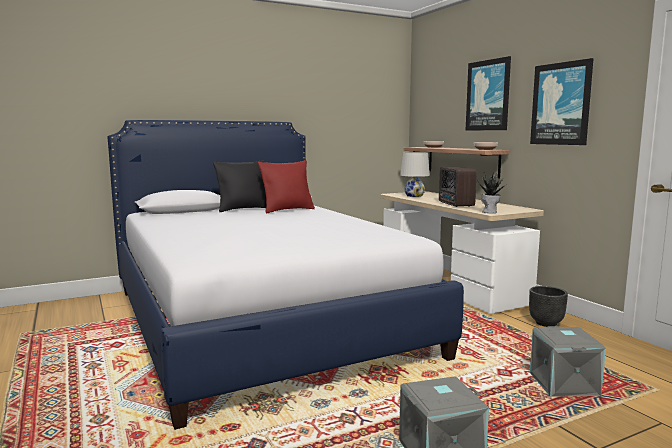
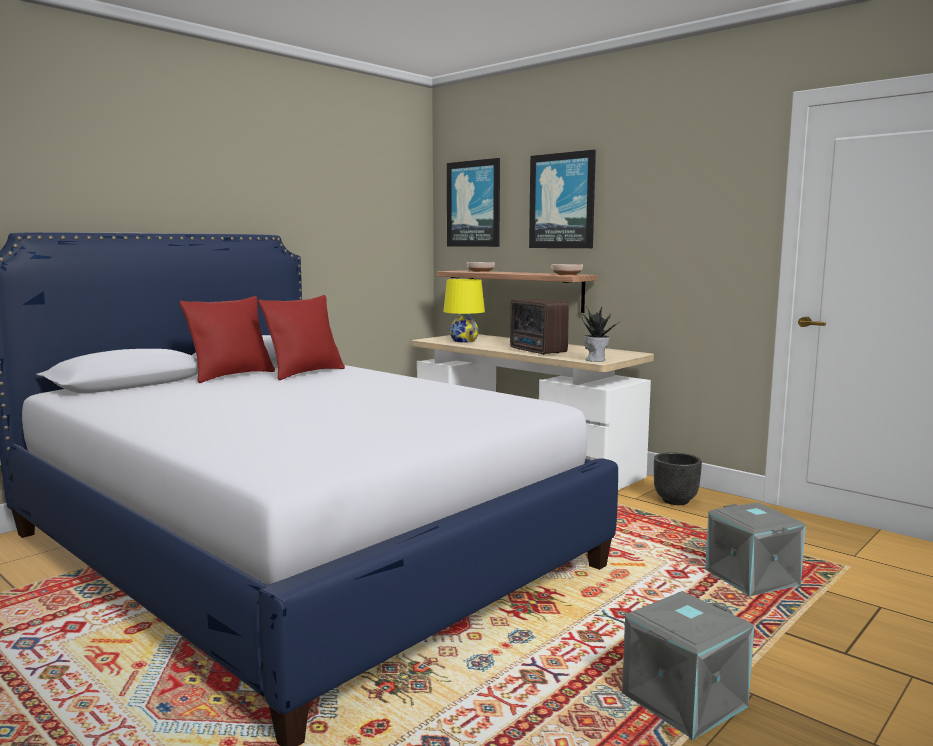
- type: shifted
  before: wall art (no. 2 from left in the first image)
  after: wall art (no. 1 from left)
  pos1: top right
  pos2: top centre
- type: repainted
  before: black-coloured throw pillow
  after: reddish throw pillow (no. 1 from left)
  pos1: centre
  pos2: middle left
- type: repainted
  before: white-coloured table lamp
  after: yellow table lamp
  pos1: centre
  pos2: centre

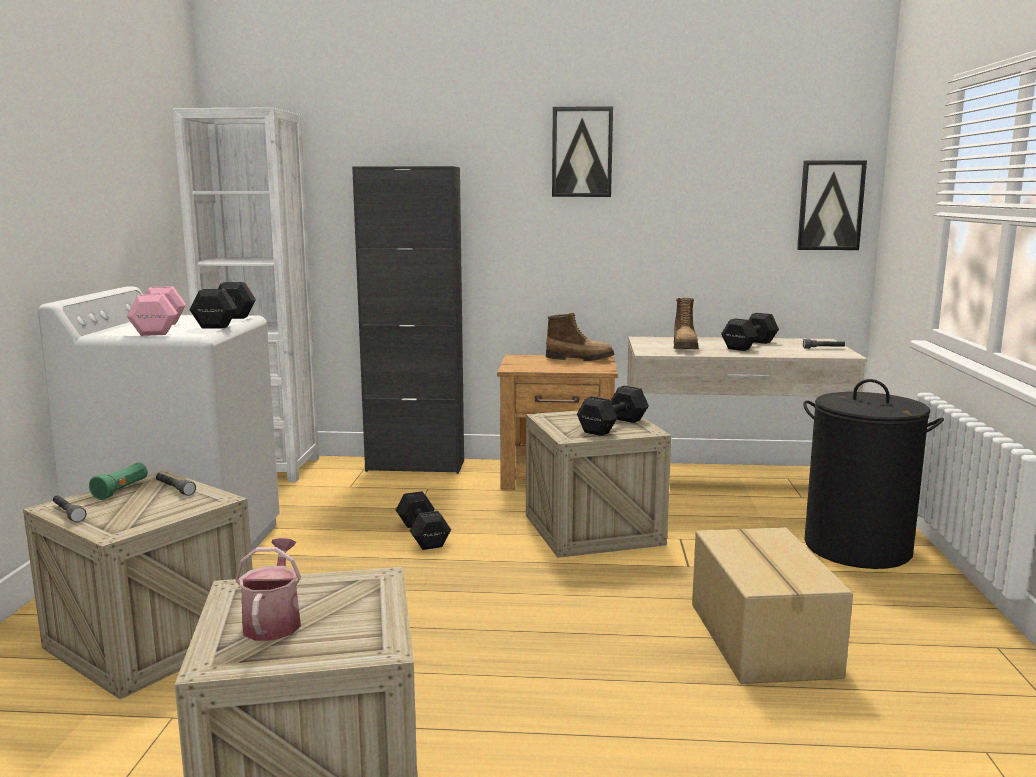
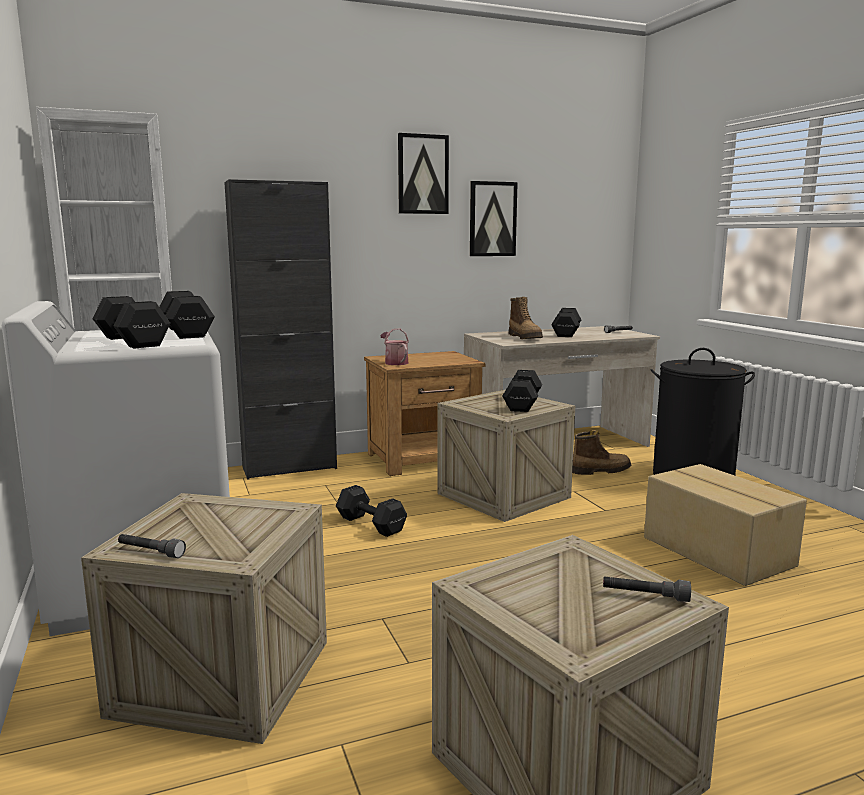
- type: gone
  before: green-coloured torch
  pos1: middle left
- type: shifted
  before: gray torch (no. 2 from left in the first image)
  after: gray torch (no. 3 from left)
  pos1: middle left
  pos2: bottom right
- type: shifted
  before: watering can
  pos1: bottom left
  pos2: centre
- type: shifted
  before: high-top boot (no. 1 from left in the first image)
  after: high-top boot (no. 2 from left)
  pos1: centre
  pos2: middle right
- type: shifted
  before: wall art (no. 2 from left)
  pos1: top right
  pos2: top centre
- type: repainted
  before: pinkish dumbbell
  after: black-coloured dumbbell (no. 1 from left)
  pos1: middle left
  pos2: middle left

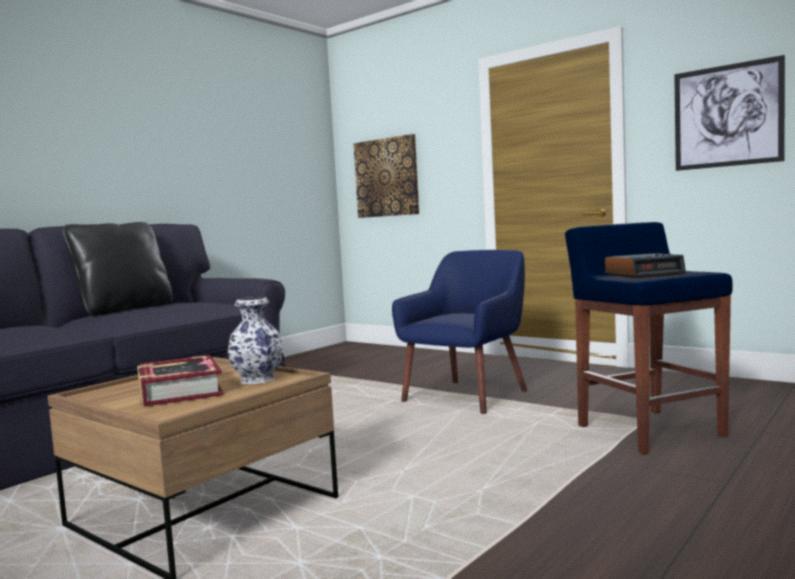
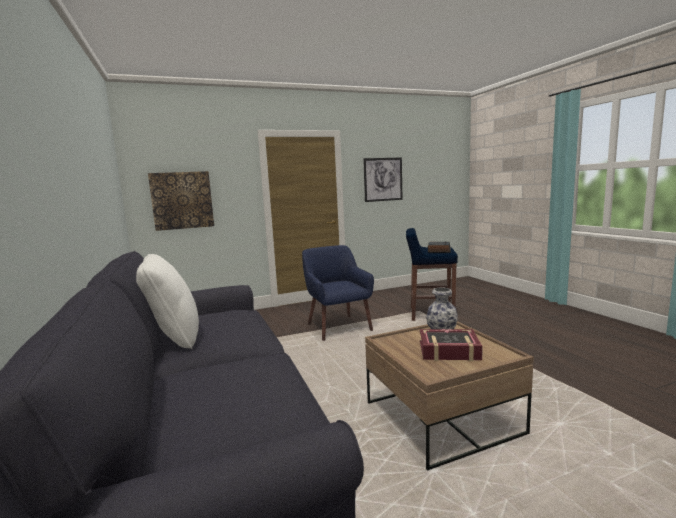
- type: repainted
  before: black-coloured throw pillow
  after: white-coloured throw pillow
  pos1: middle left
  pos2: middle left

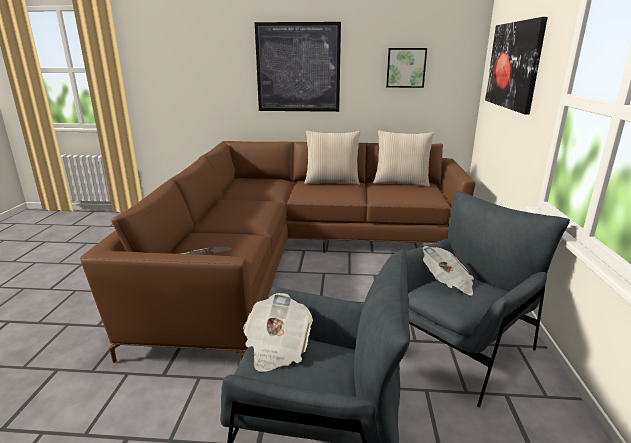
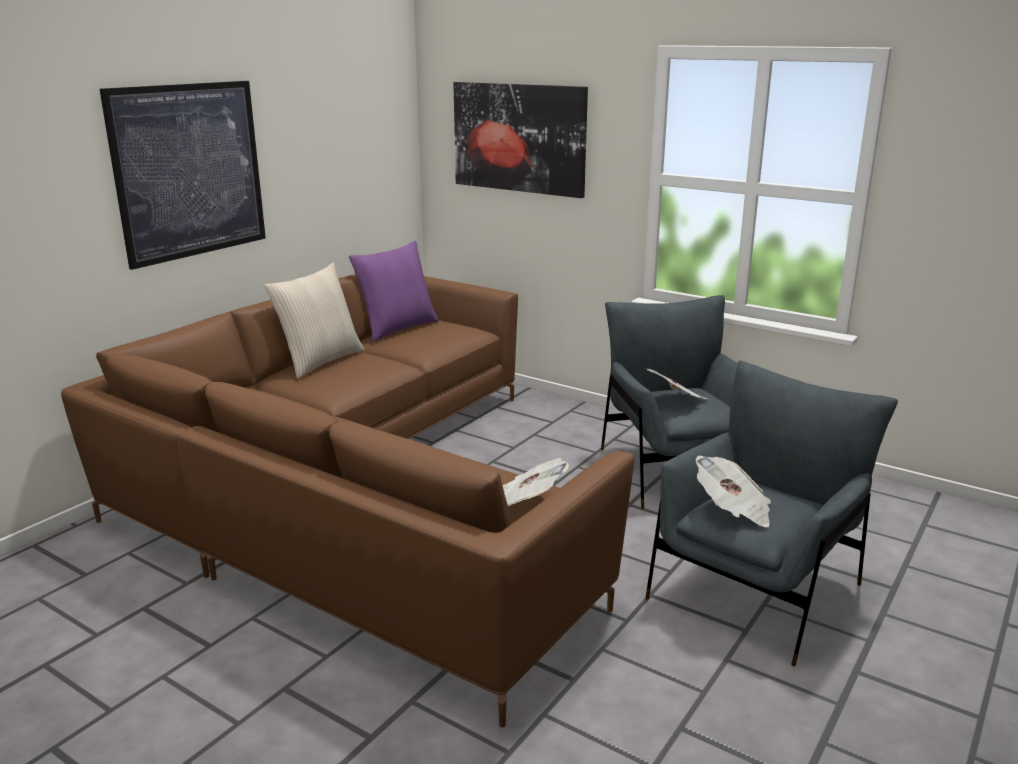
- type: gone
  before: wall art (no. 2 from left)
  pos1: top centre
- type: repainted
  before: beige-coloured throw pillow (no. 2 from left)
  after: purplish throw pillow
  pos1: centre
  pos2: centre

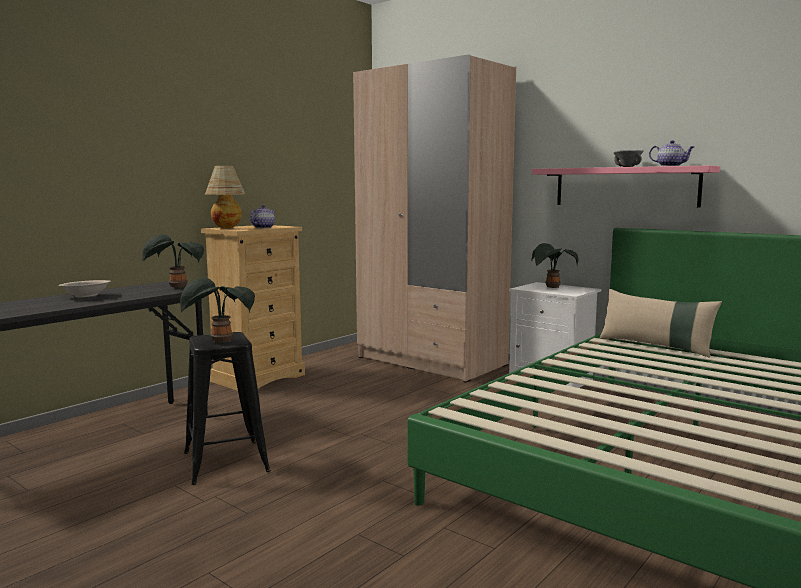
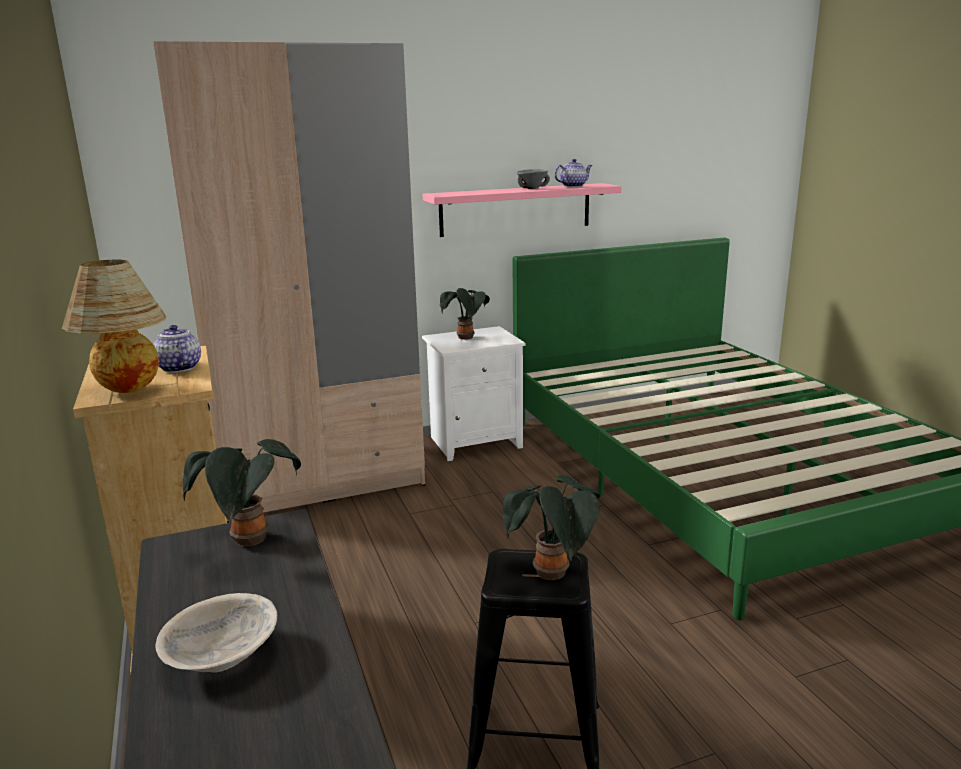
- type: gone
  before: beige-coloured throw pillow
  pos1: middle right

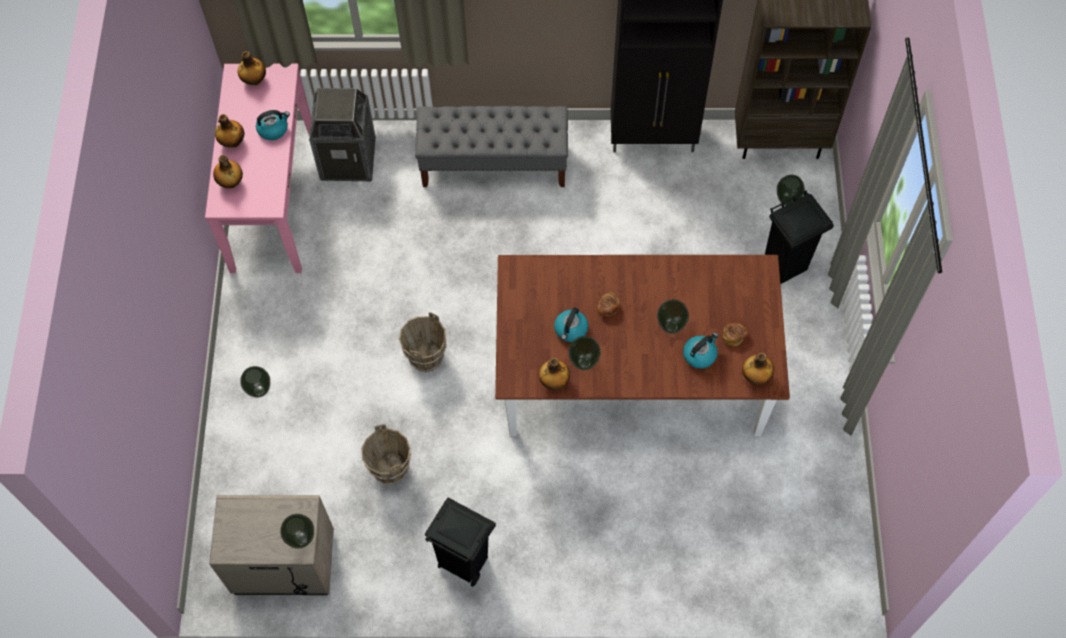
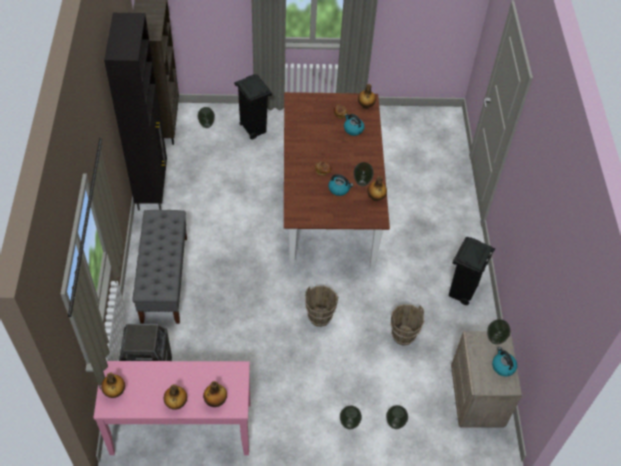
- type: shifted
  before: tea kettle (no. 1 from left in the first image)
  after: tea kettle (no. 3 from left)
  pos1: top left
  pos2: bottom right
- type: shifted
  before: vase (no. 4 from left)
  pos1: centre
  pos2: bottom centre

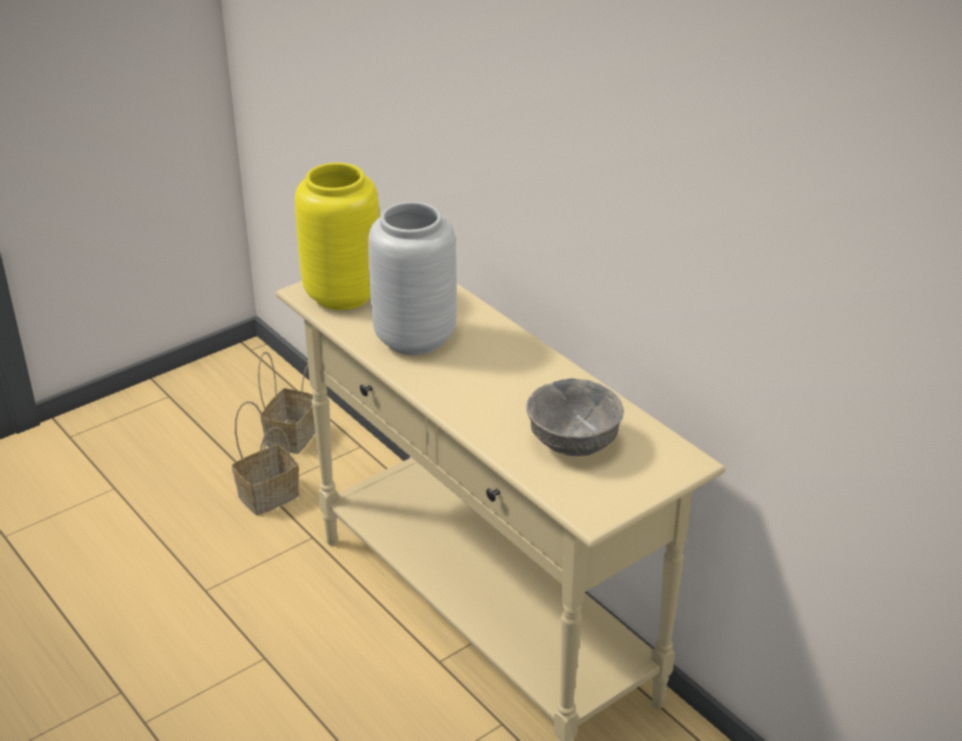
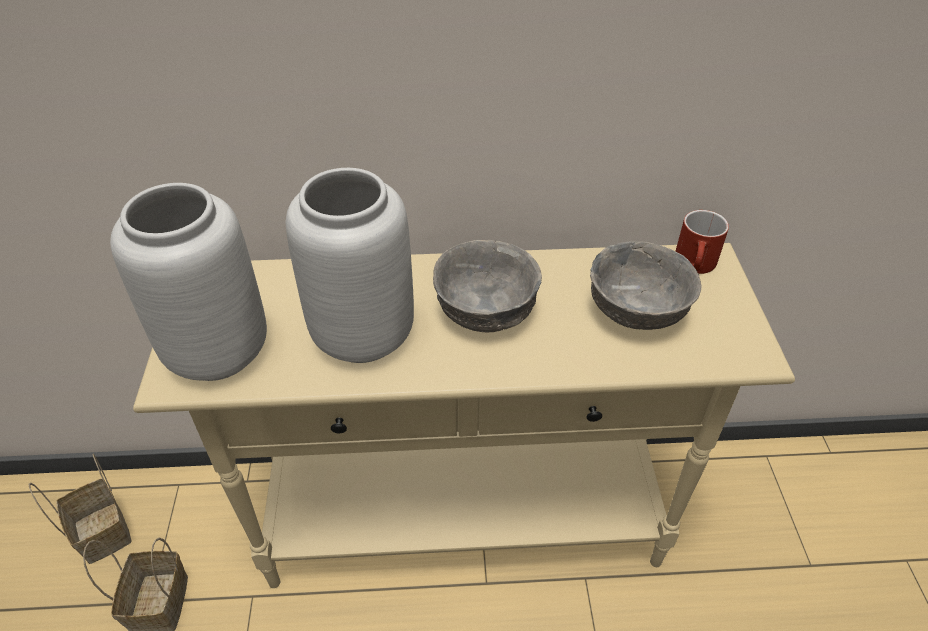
- type: new
  after: gray bowl (no. 1 from left)
  pos2: centre
- type: new
  after: reddish tea mug
  pos2: middle right
- type: repainted
  before: yellow vase
  after: gray vase (no. 1 from left)
  pos1: top centre
  pos2: middle left

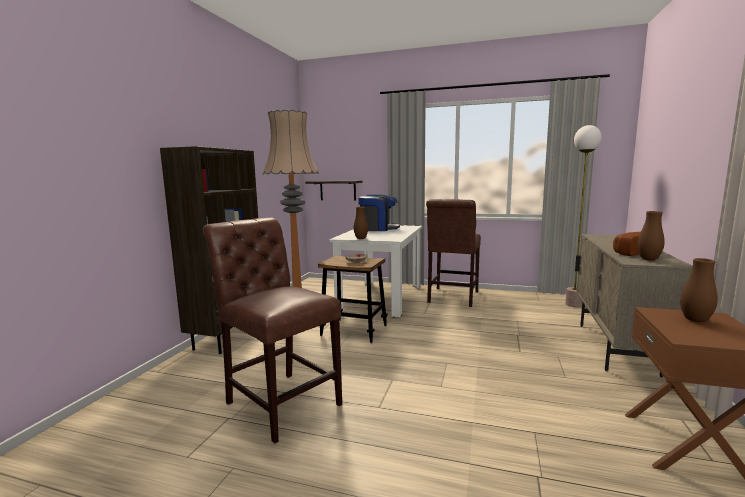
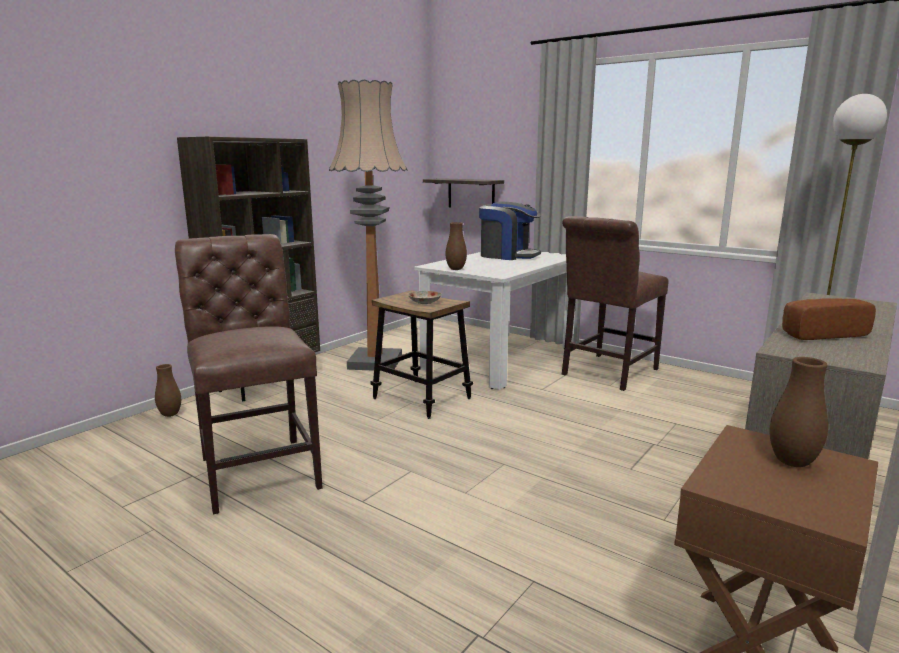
- type: shifted
  before: brownish vase (no. 2 from left in the first image)
  after: brownish vase (no. 1 from left)
  pos1: middle right
  pos2: middle left

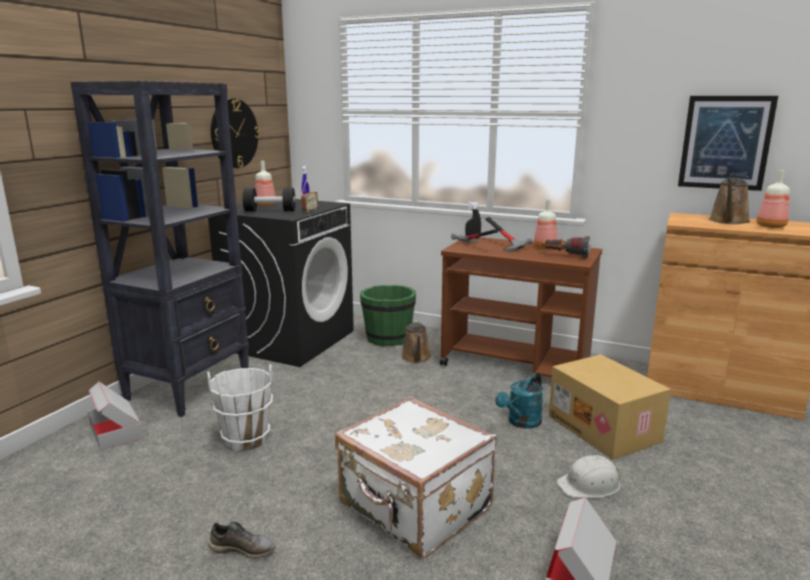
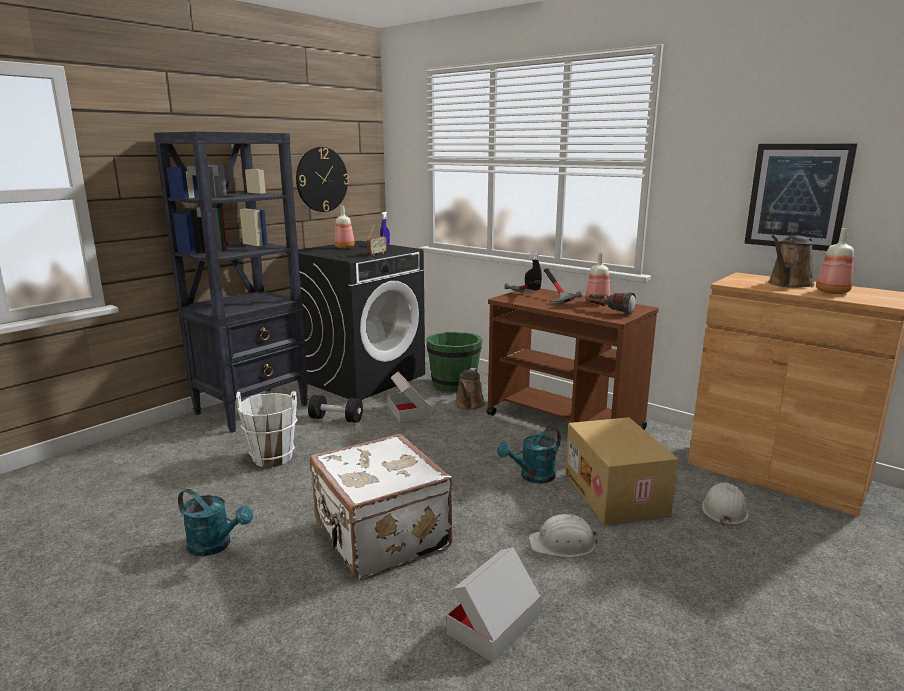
- type: new
  after: white-coloured safety helmet (no. 2 from left)
  pos2: bottom right
- type: shifted
  before: carton (no. 1 from left)
  pos1: bottom left
  pos2: centre
- type: shifted
  before: black-coloured dumbbell
  pos1: middle left
  pos2: centre
- type: swapped
  before: gray shoe
  after: blue-green watering can (no. 1 from left)
  pos1: bottom left
  pos2: bottom left

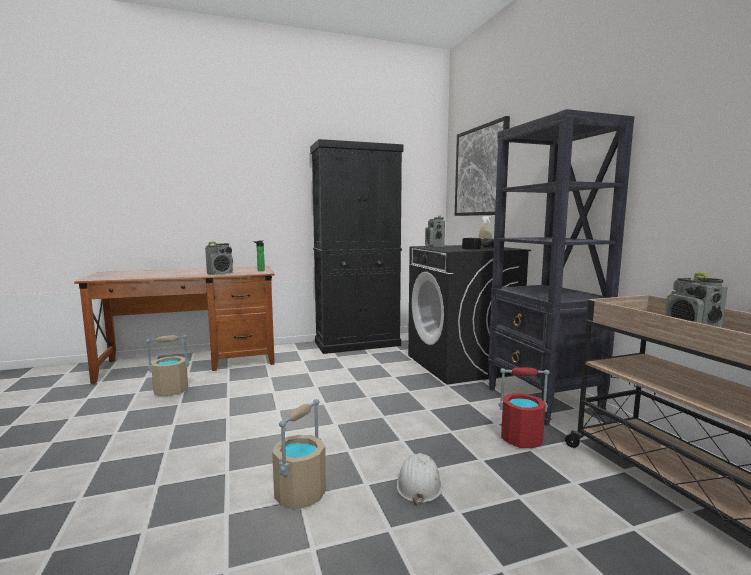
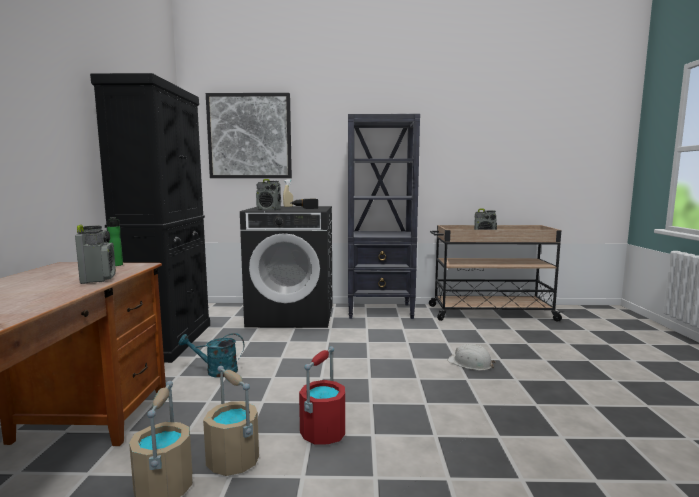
- type: new
  after: blue-green watering can
  pos2: bottom left
- type: shifted
  before: beige-coloured bucket (no. 2 from left)
  pos1: bottom centre
  pos2: bottom left
- type: shifted
  before: reddish bucket
  pos1: bottom right
  pos2: bottom centre

